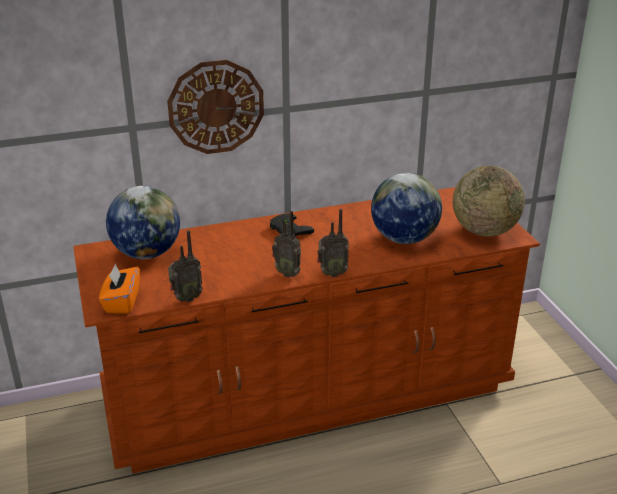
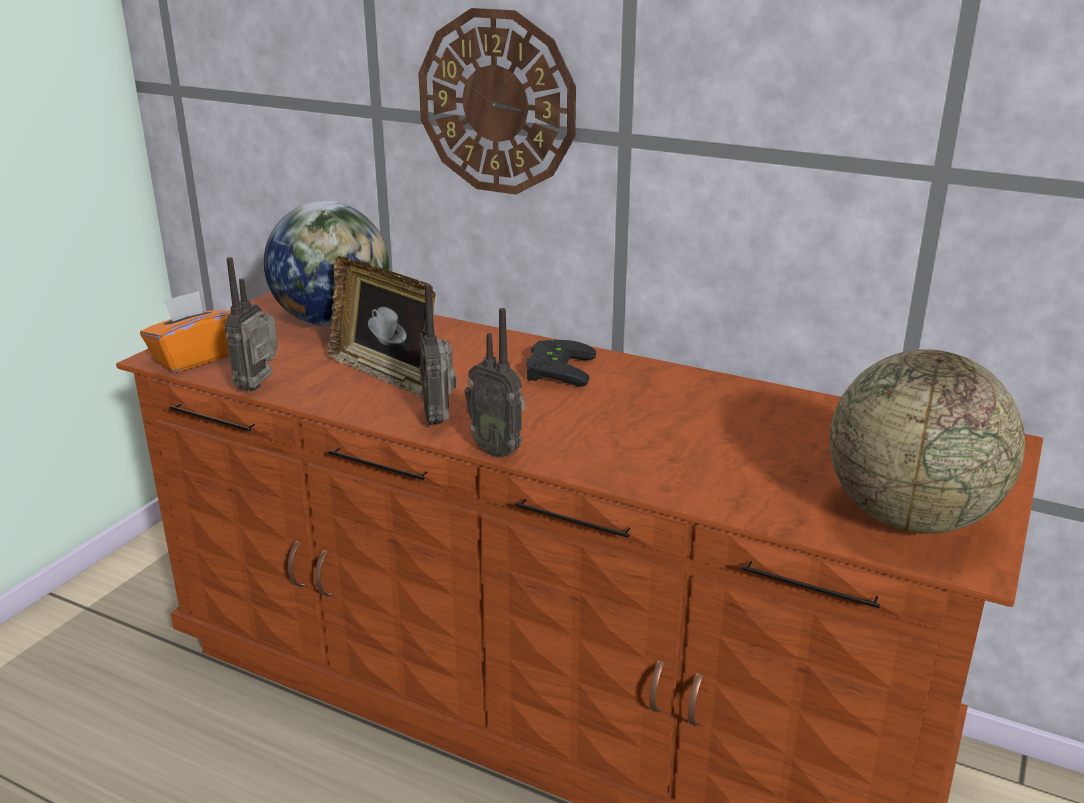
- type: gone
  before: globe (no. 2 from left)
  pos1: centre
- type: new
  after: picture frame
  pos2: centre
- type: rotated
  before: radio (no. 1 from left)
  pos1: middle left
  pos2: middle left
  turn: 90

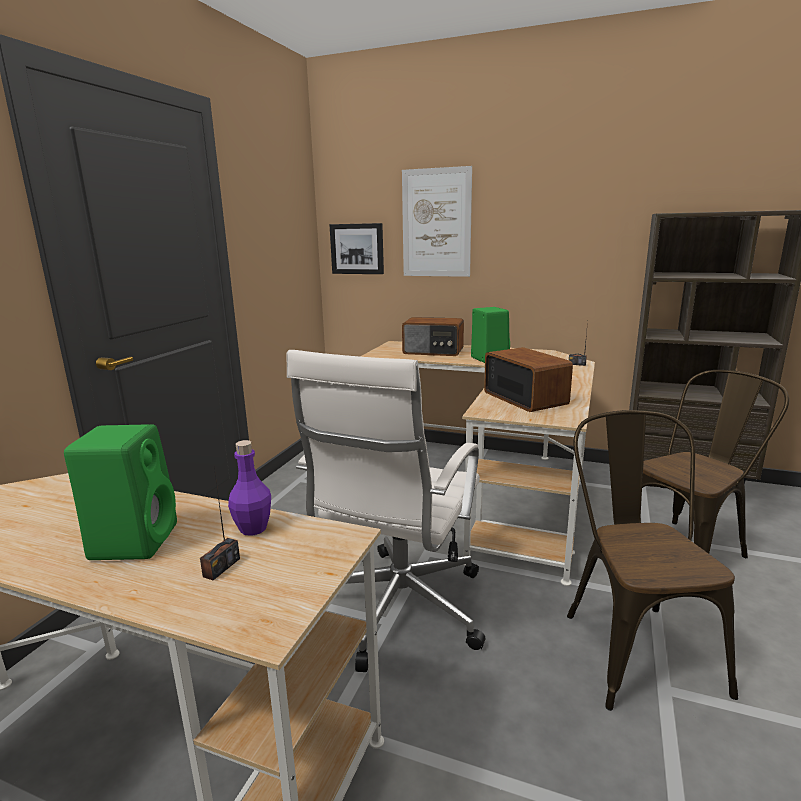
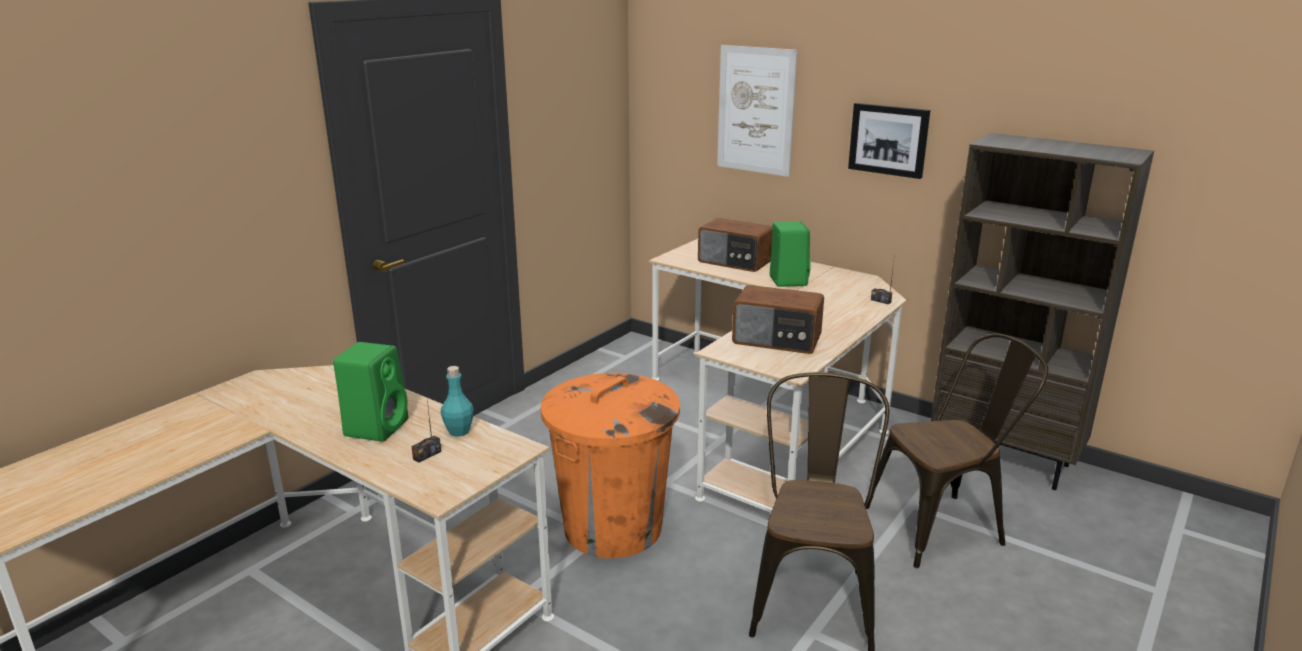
- type: shifted
  before: wall art (no. 1 from left in the first image)
  after: wall art (no. 2 from left)
  pos1: top centre
  pos2: top right
- type: swapped
  before: white-coloured office chair
  after: orange-coloured trash can
  pos1: centre
  pos2: bottom centre
- type: repainted
  before: purplish beverage bottle
  after: blue-green beverage bottle
  pos1: middle left
  pos2: centre
- type: rotated
  before: radio (no. 3 from left)
  pos1: centre
  pos2: centre
  turn: 120

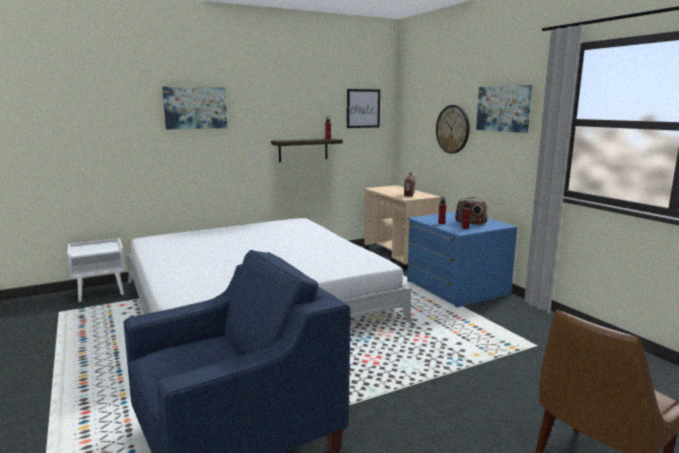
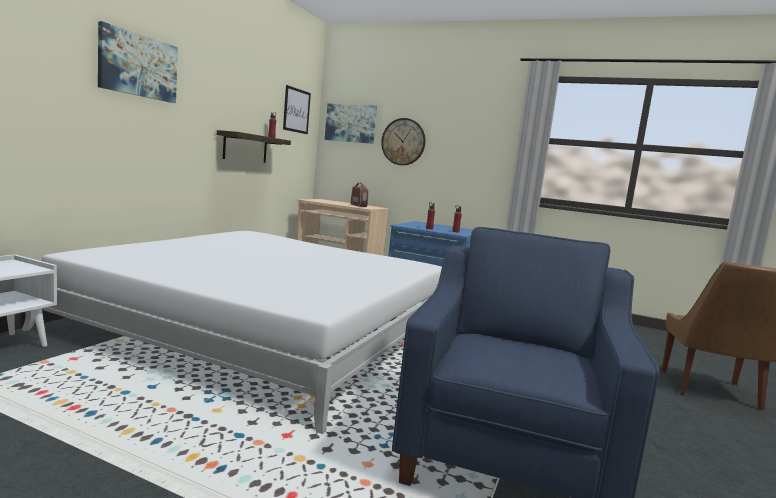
- type: gone
  before: radio (no. 2 from left)
  pos1: middle right
- type: shifted
  before: wall art (no. 3 from left)
  pos1: top right
  pos2: top centre

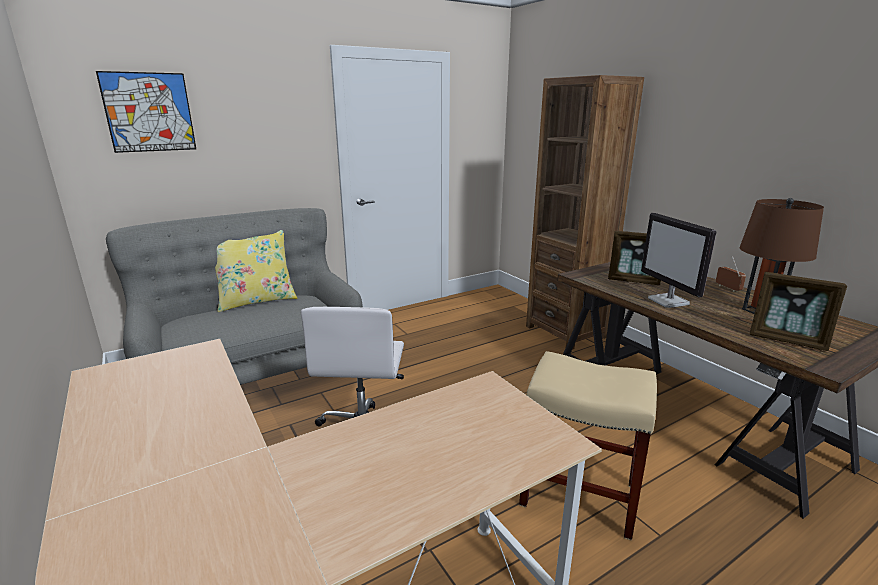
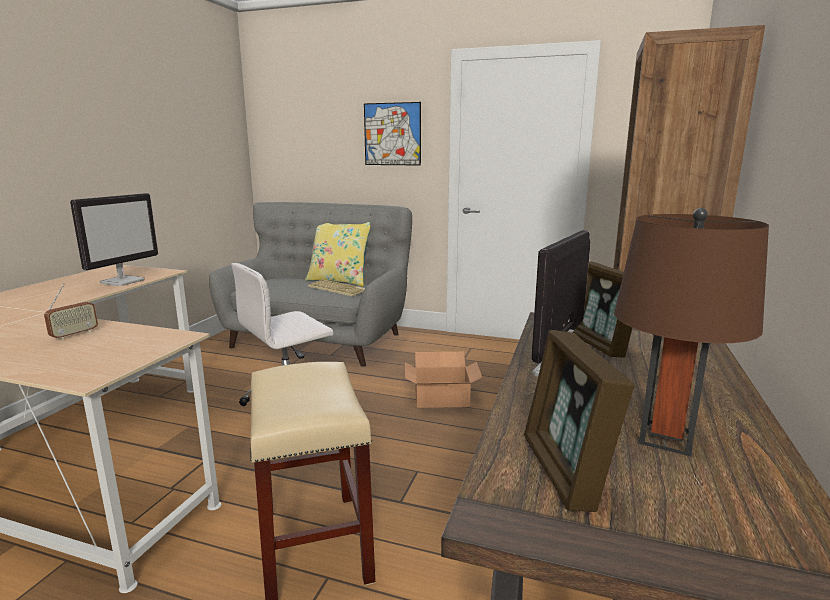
- type: new
  after: monitor (no. 1 from left)
  pos2: middle left
- type: new
  after: computer keyboard
  pos2: centre
- type: new
  after: carton
  pos2: centre
- type: shifted
  before: wall art
  pos1: top left
  pos2: top centre
- type: shifted
  before: radio
  pos1: middle right
  pos2: middle left

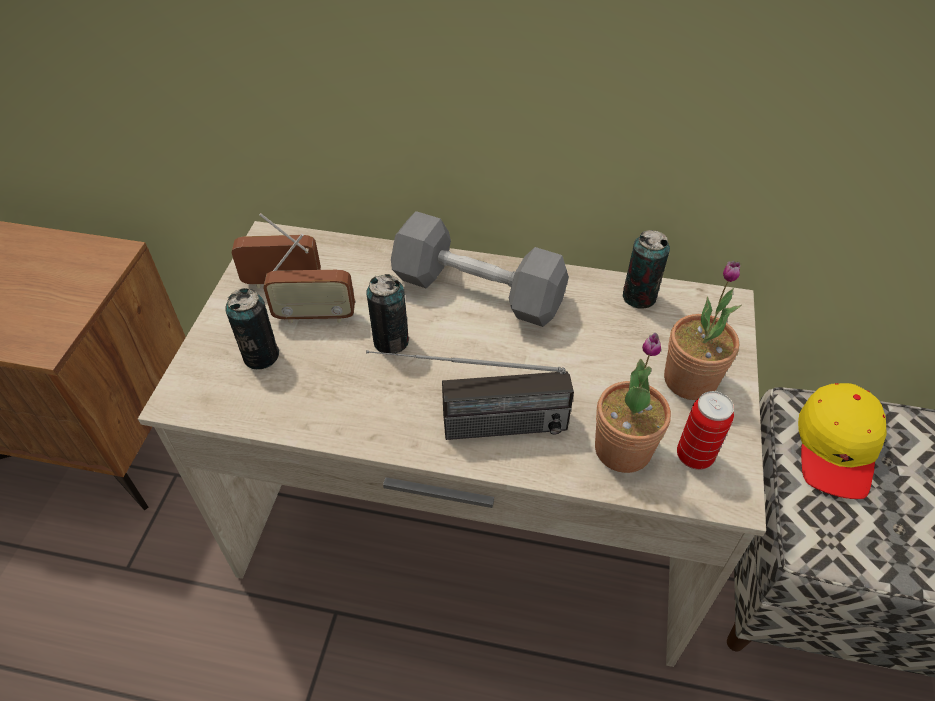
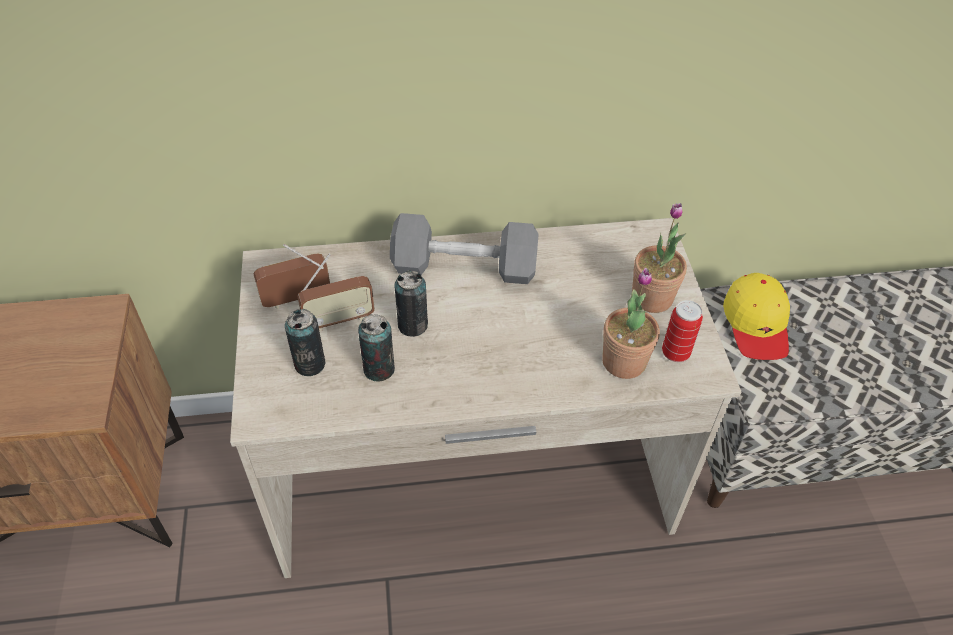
- type: gone
  before: radio (no. 3 from left)
  pos1: centre
- type: shifted
  before: sealed can (no. 3 from left in the first image)
  after: sealed can (no. 2 from left)
  pos1: middle right
  pos2: centre

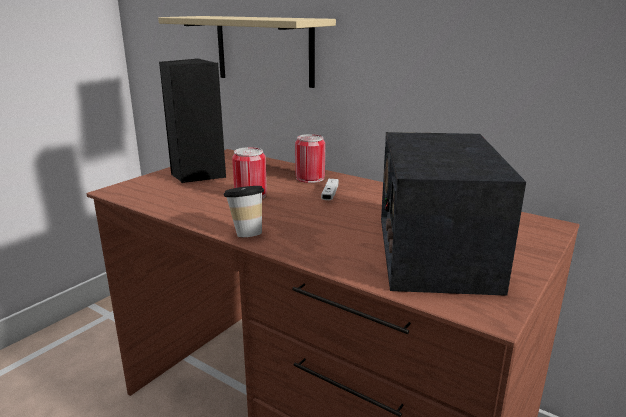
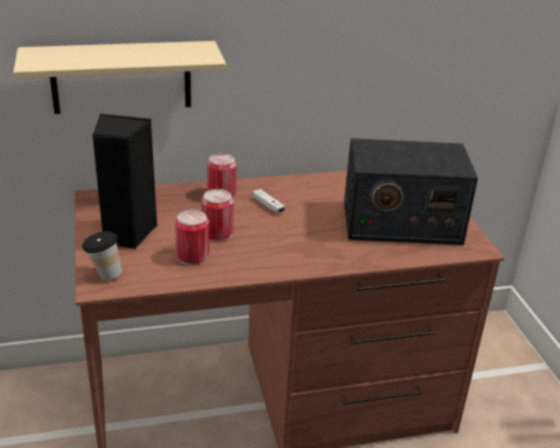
- type: new
  after: sealed can (no. 1 from left)
  pos2: centre
- type: shifted
  before: cup
  pos1: centre
  pos2: middle left
- type: rotated
  before: radio
  pos1: middle right
  pos2: middle right
  turn: -45

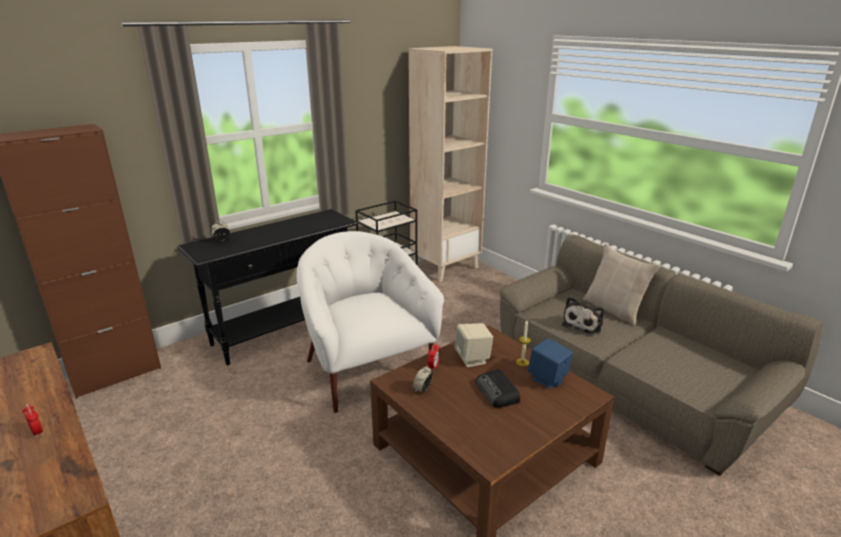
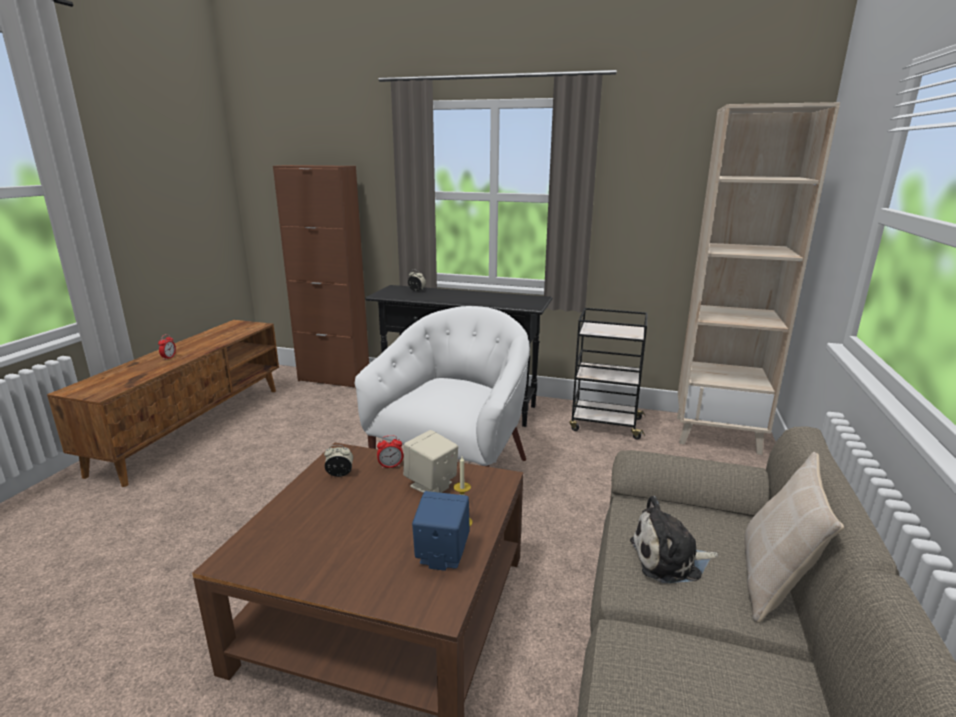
- type: gone
  before: radio
  pos1: bottom centre

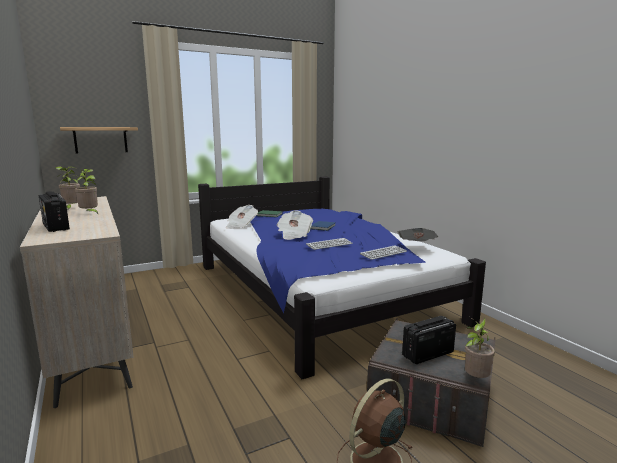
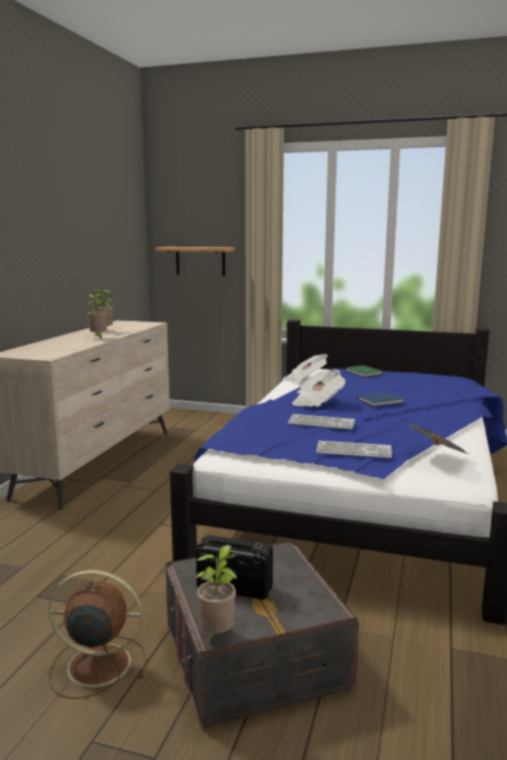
- type: gone
  before: radio (no. 1 from left)
  pos1: middle left

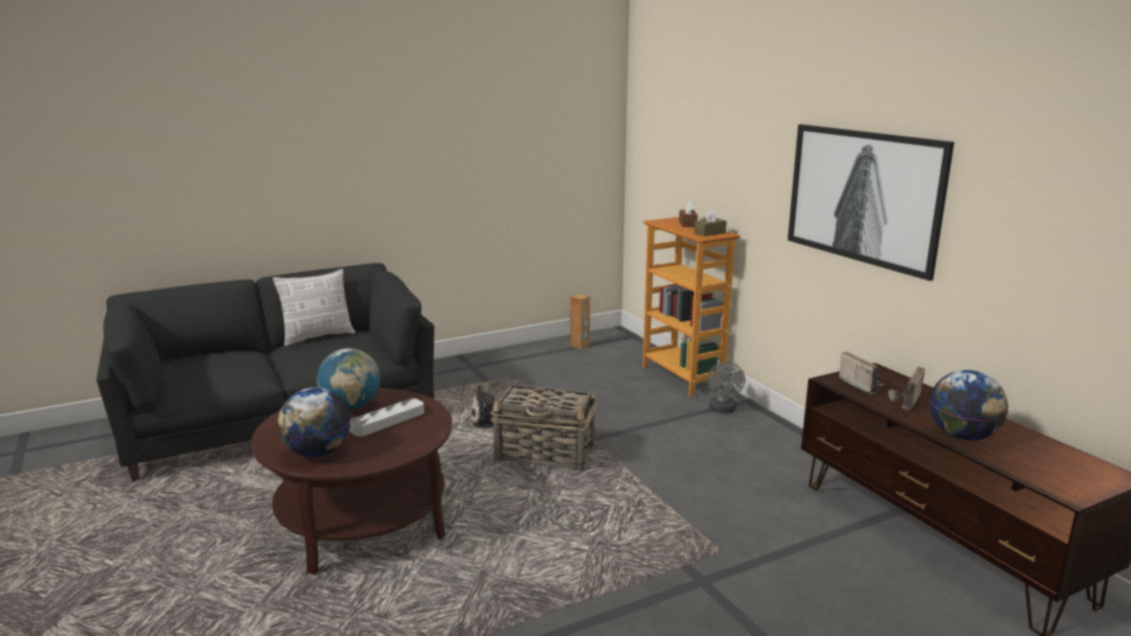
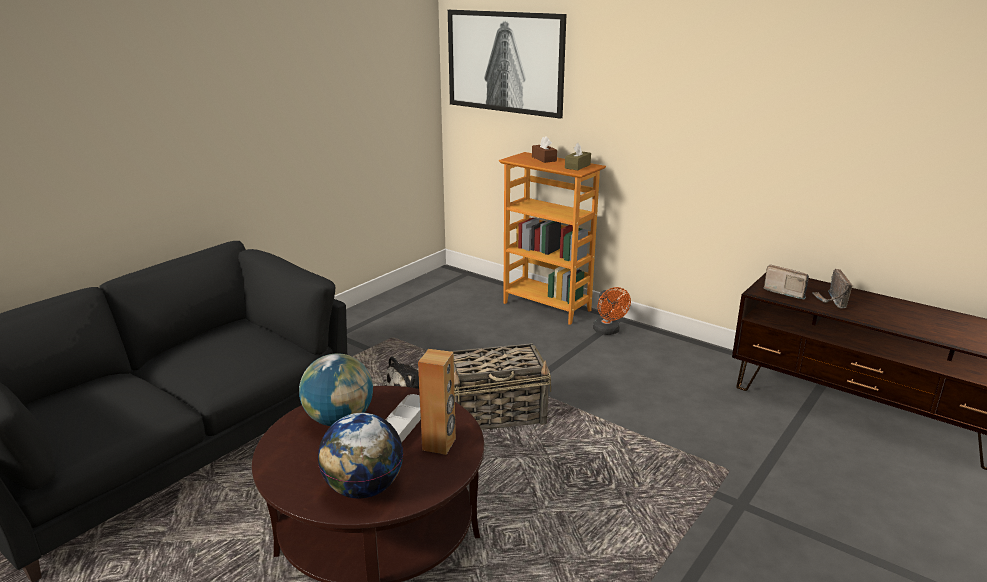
- type: gone
  before: throw pillow
  pos1: middle left
- type: gone
  before: globe (no. 3 from left)
  pos1: middle right
- type: shifted
  before: brownish audio speaker
  pos1: centre
  pos2: bottom centre
- type: shifted
  before: wall art
  pos1: top right
  pos2: top centre
- type: repainted
  before: gray electric fan
  after: orange-coloured electric fan
  pos1: centre
  pos2: centre

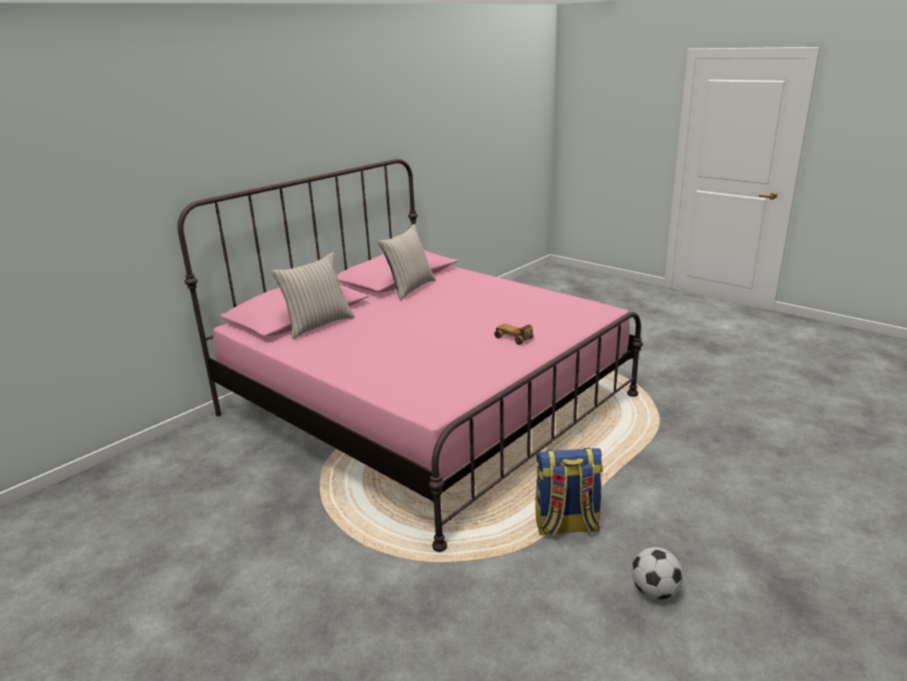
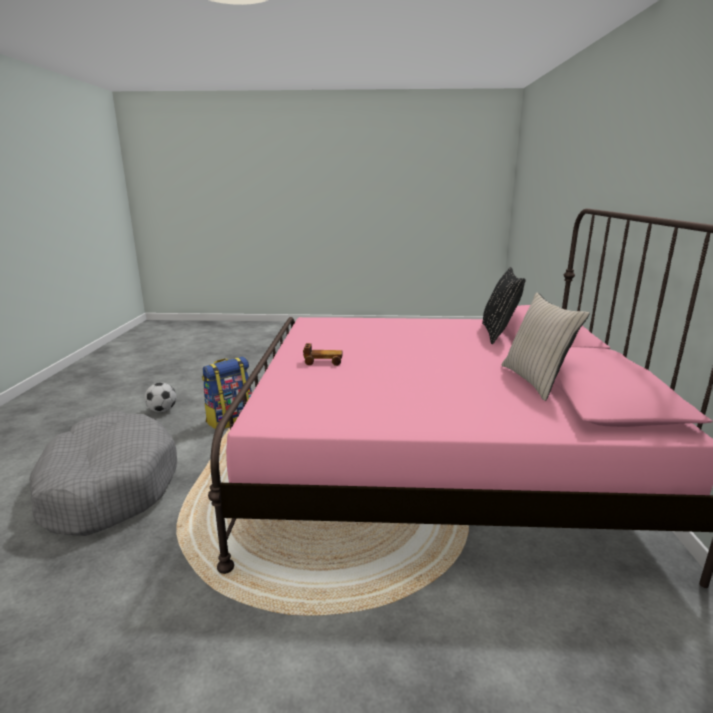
- type: new
  after: gray dog bed
  pos2: middle left
- type: repainted
  before: beige-coloured throw pillow (no. 1 from left)
  after: black-coloured throw pillow
  pos1: centre
  pos2: middle right

